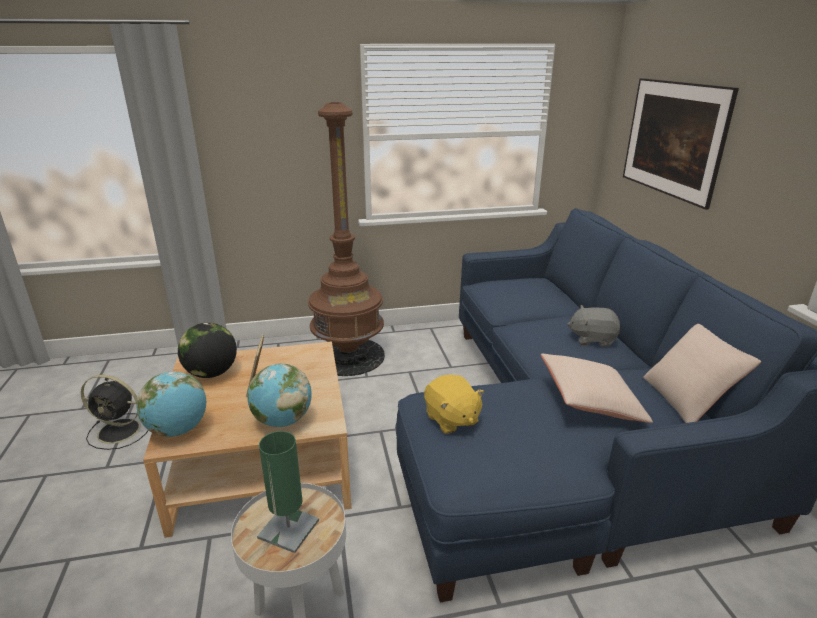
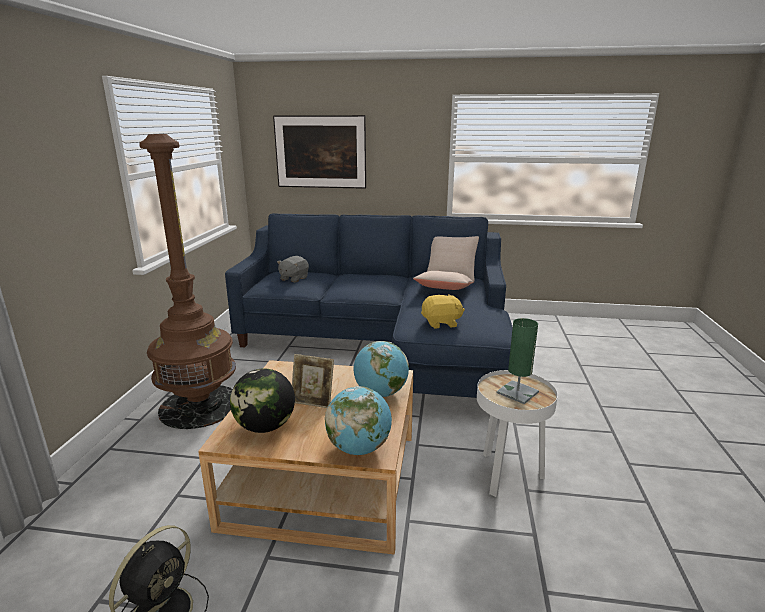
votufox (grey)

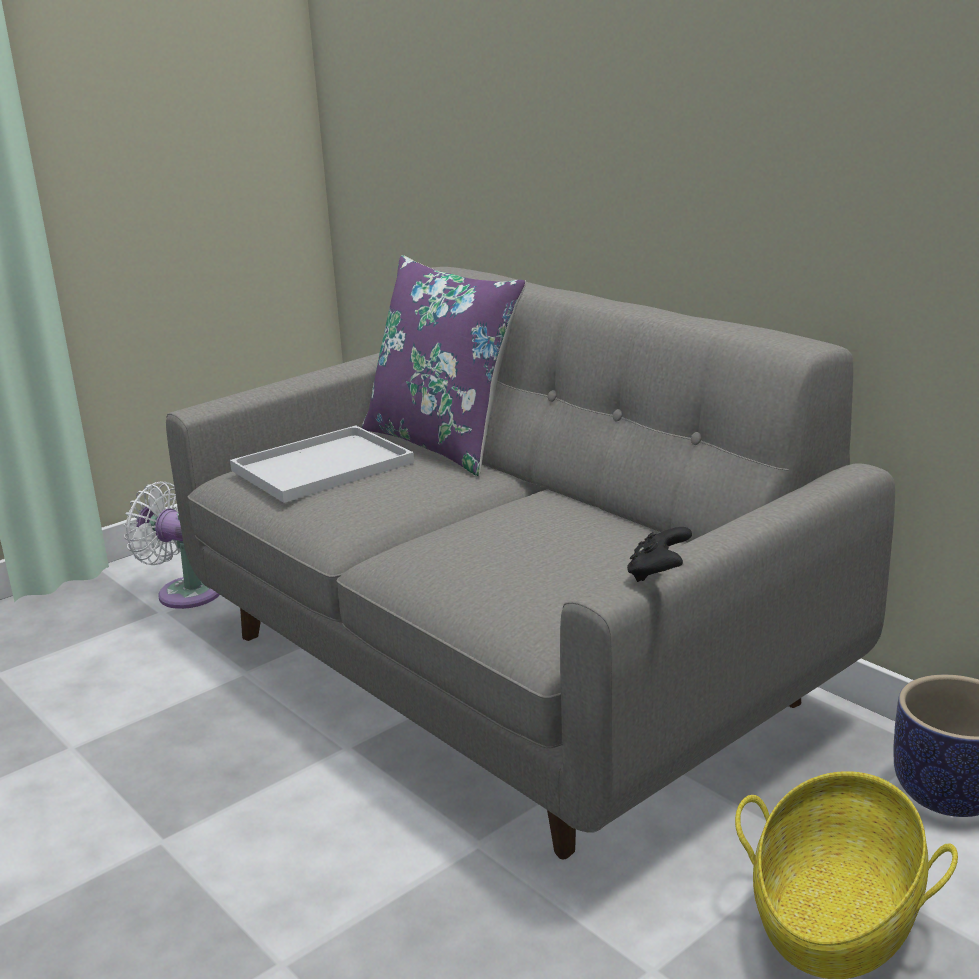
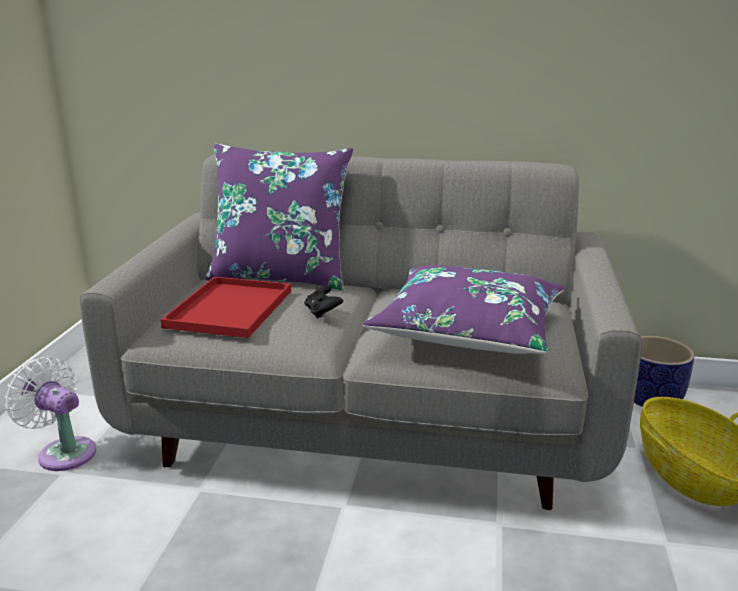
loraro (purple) (2nd from left)
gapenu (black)
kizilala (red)
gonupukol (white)

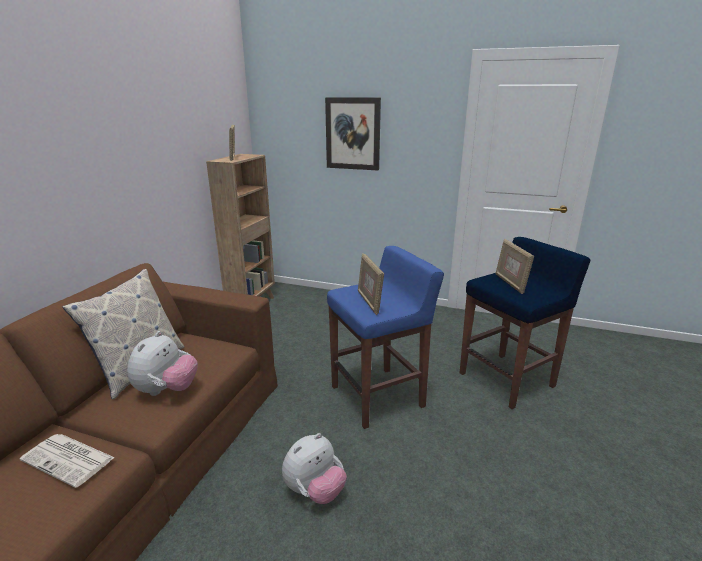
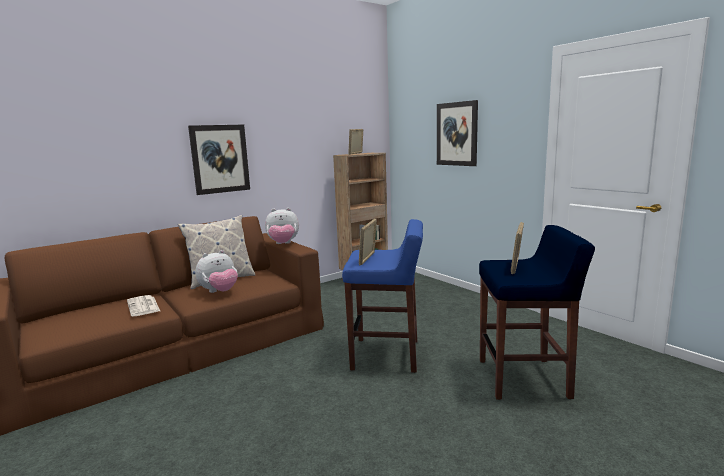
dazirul (1st from left)
votufox (2nd from left)

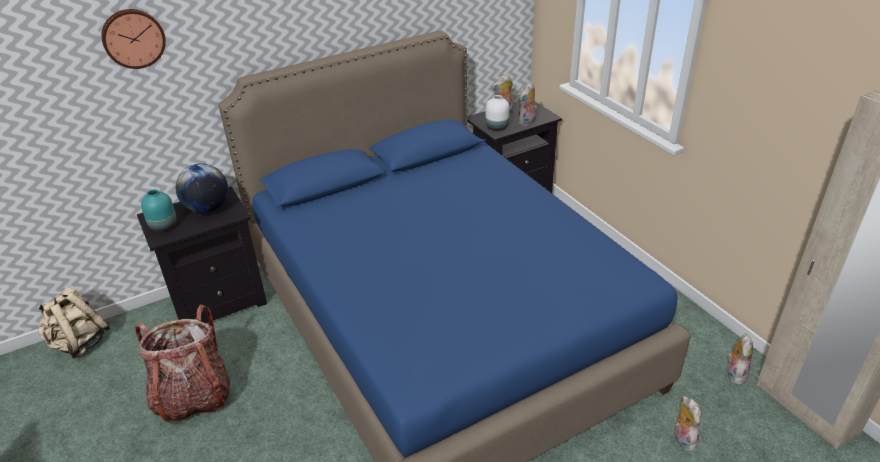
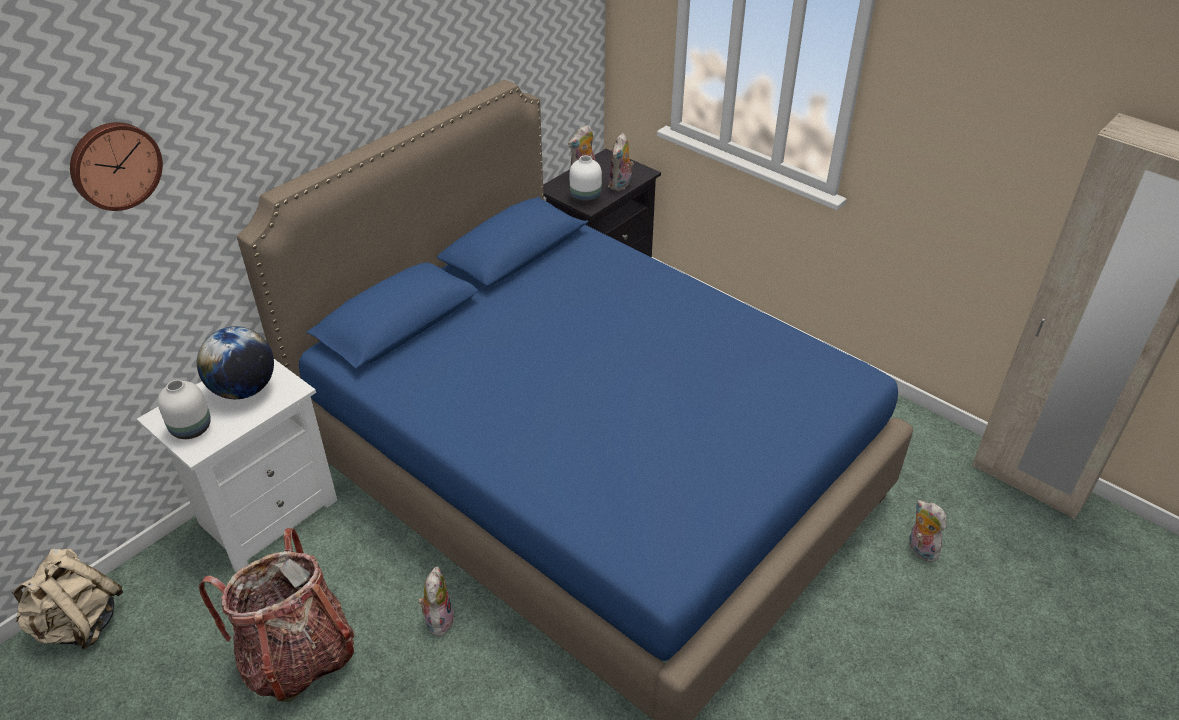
votufox (1st from left)
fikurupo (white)
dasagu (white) (1st from left)

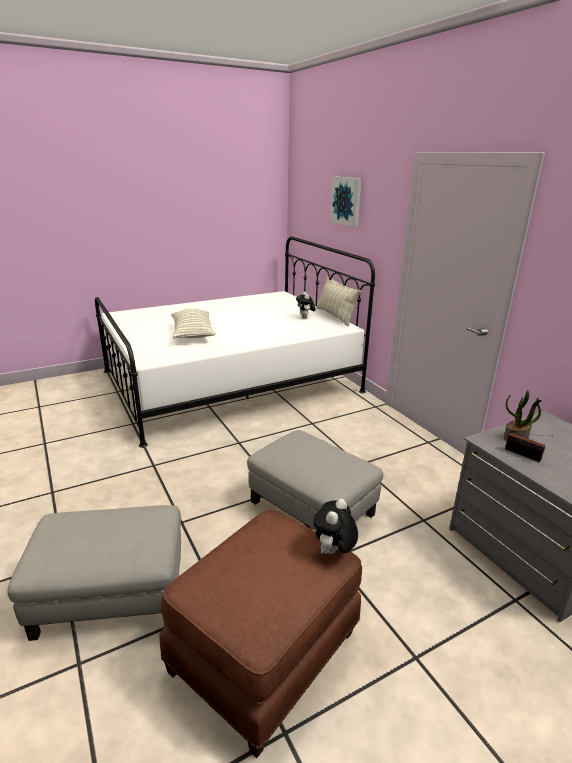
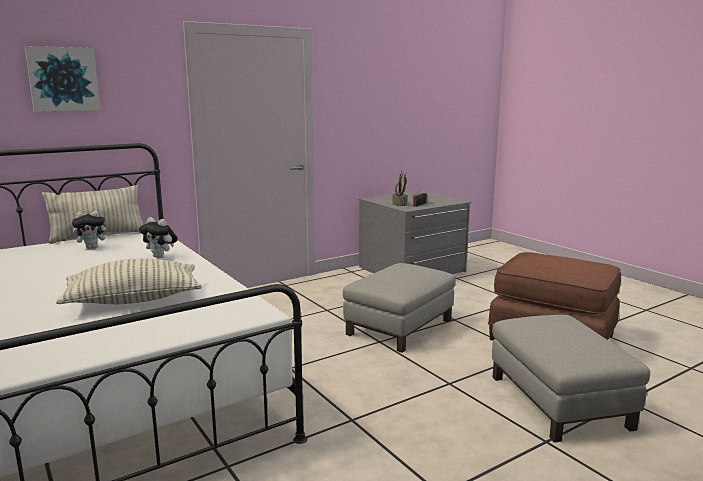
votufox (2nd from left)

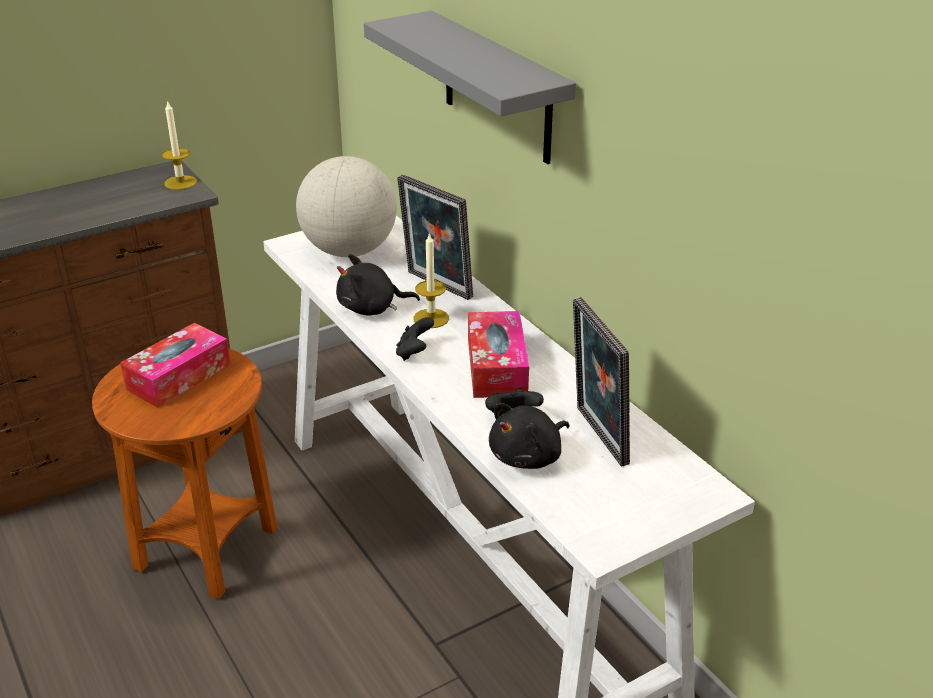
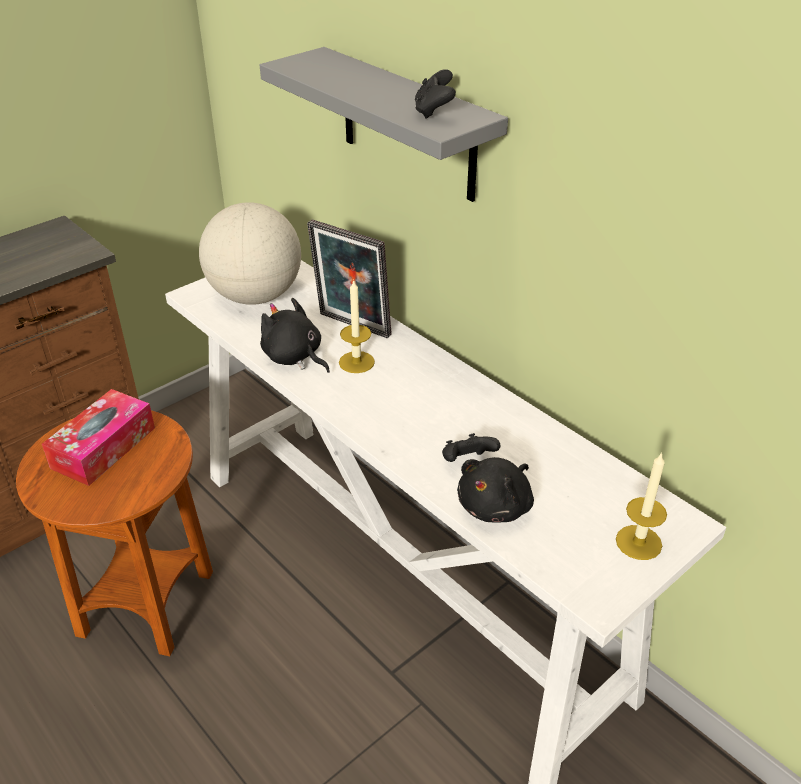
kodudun (2nd from left in the first image)
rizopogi (2nd from left in the first image)
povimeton (2nd from left)
gapenu (black) (1st from left)
votufox (black) (1st from left)

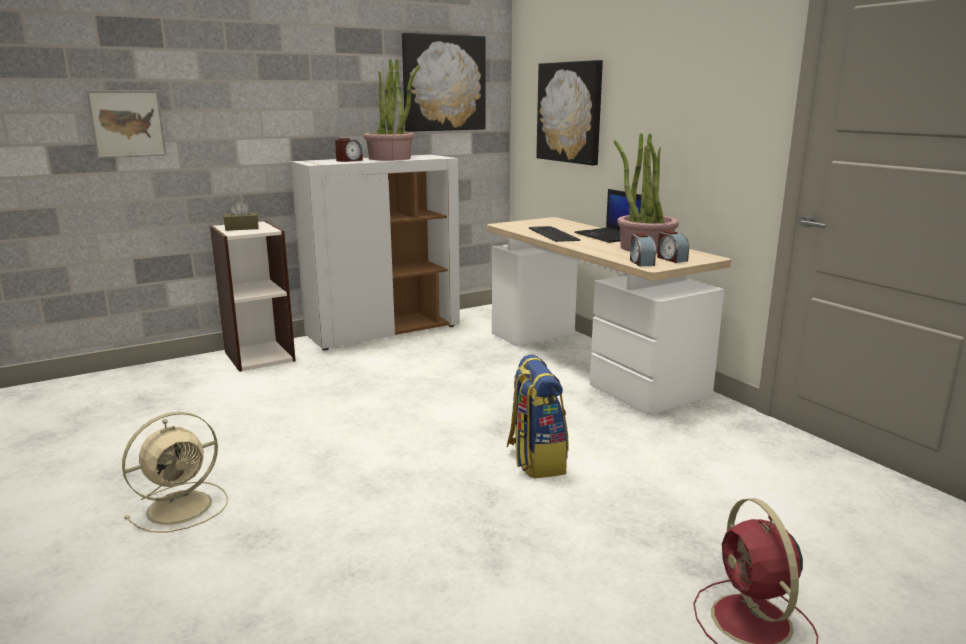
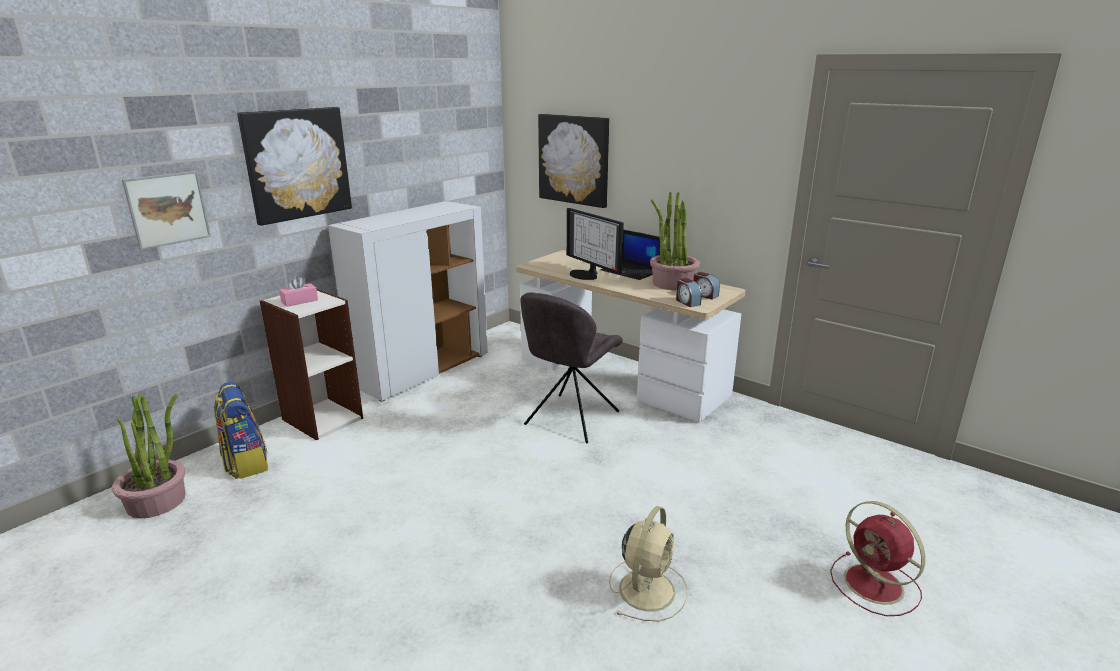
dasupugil (1st from left in the first image)
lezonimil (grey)
gonupukol (beige)
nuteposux (1st from left)
dazirul (2nd from left)
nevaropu
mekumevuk
kodudun (pink)

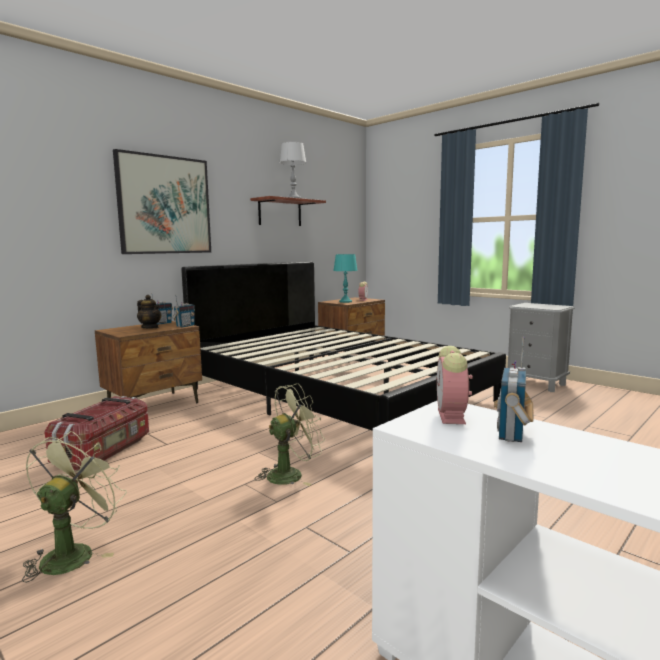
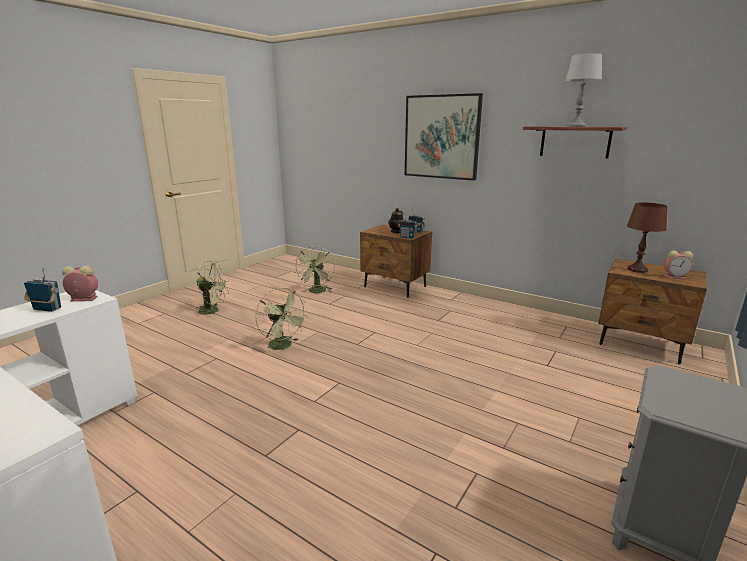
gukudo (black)
gonupukol (green) (3rd from left)
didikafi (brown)

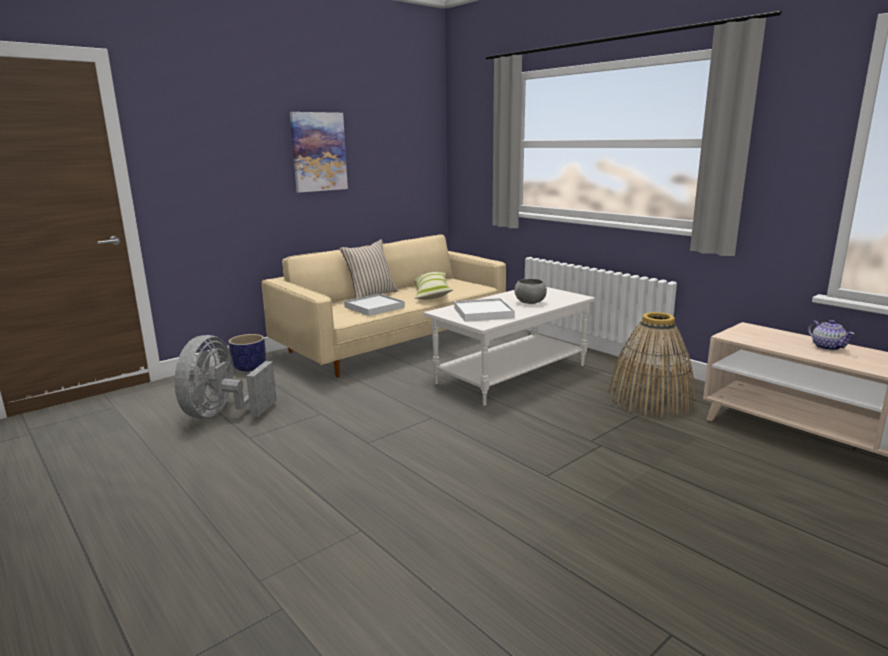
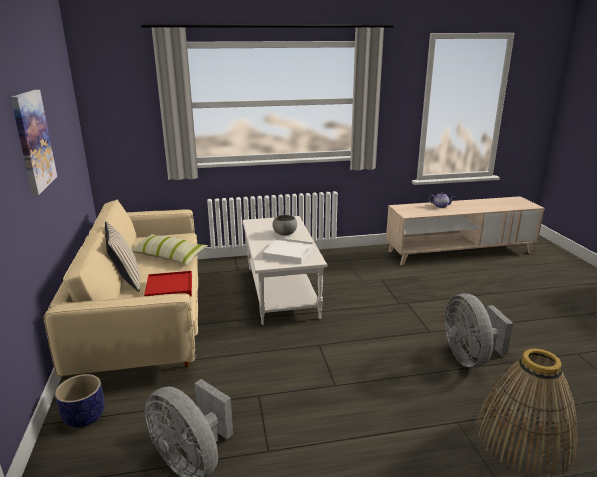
gonupukol (grey) (2nd from left)
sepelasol
kizilala (red)

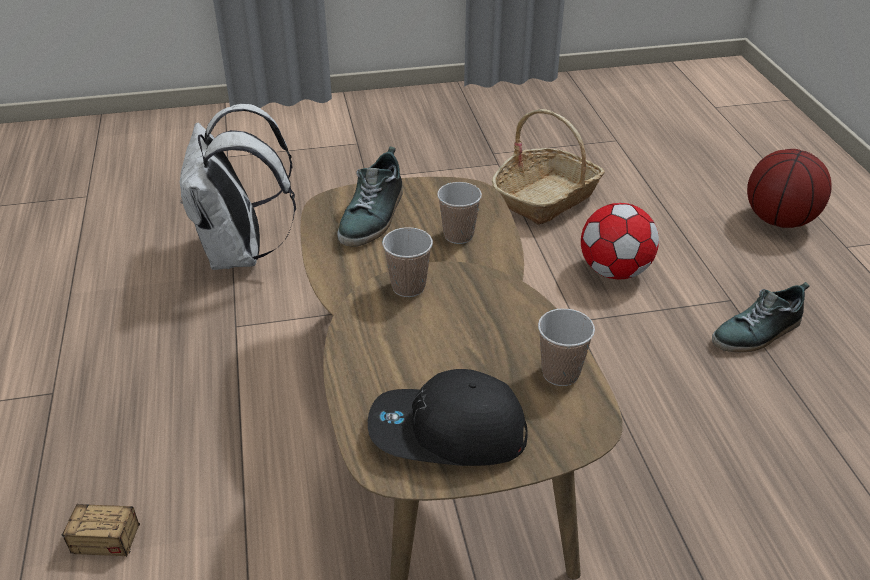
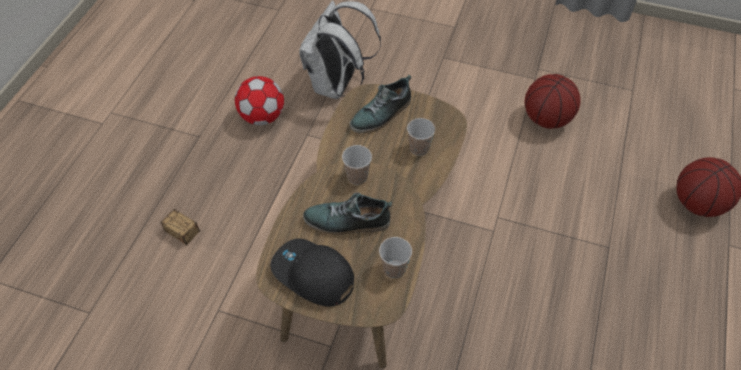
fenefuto
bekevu (1st from left)
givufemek (1st from left)

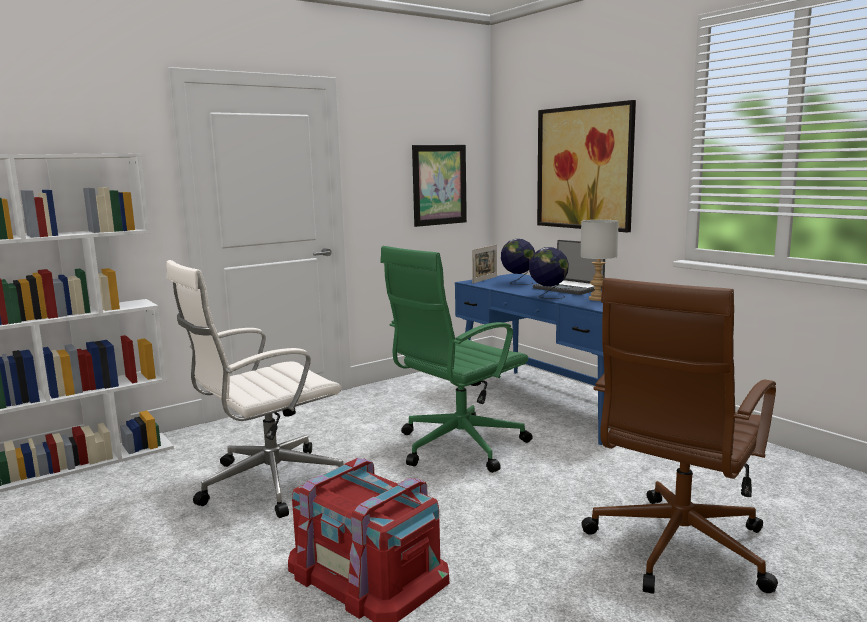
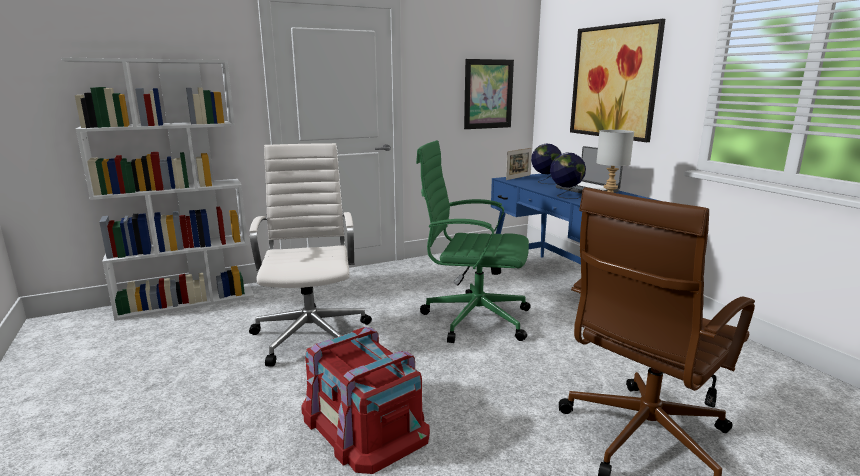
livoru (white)
livoru (green)

